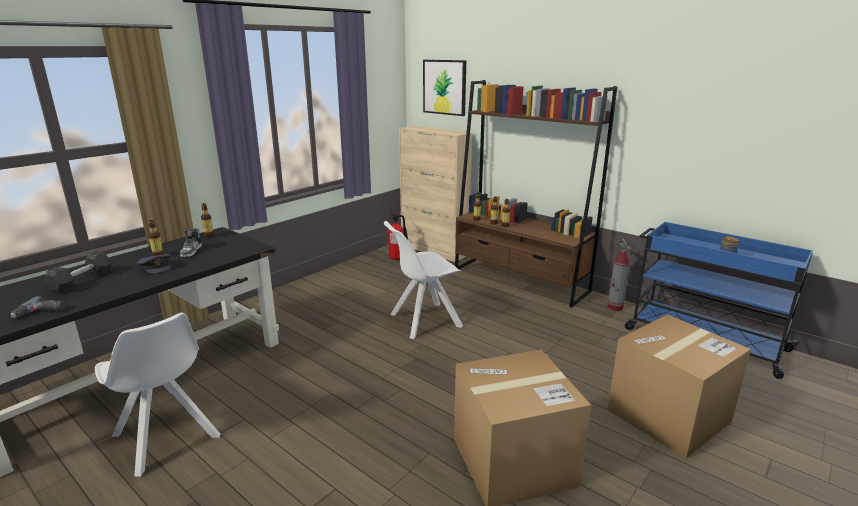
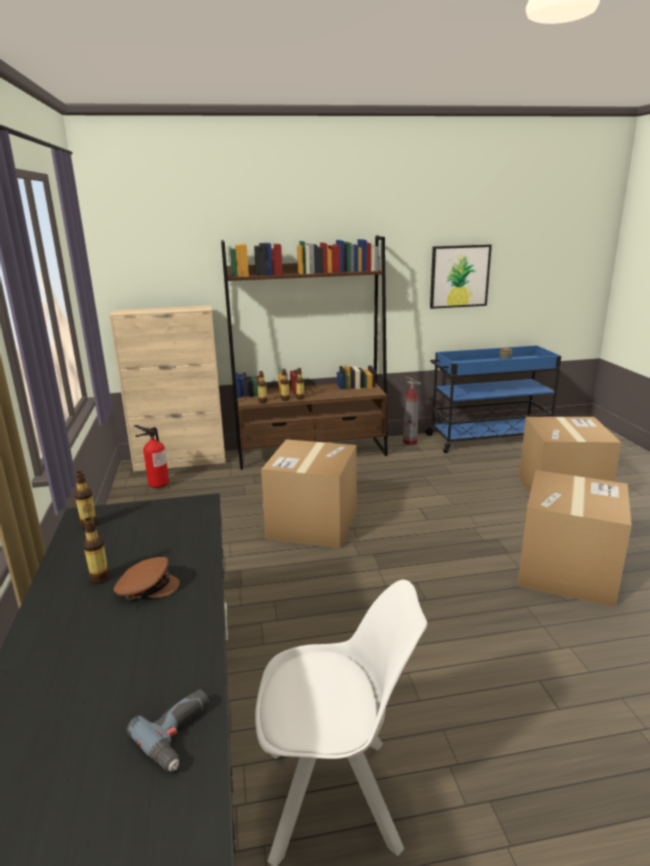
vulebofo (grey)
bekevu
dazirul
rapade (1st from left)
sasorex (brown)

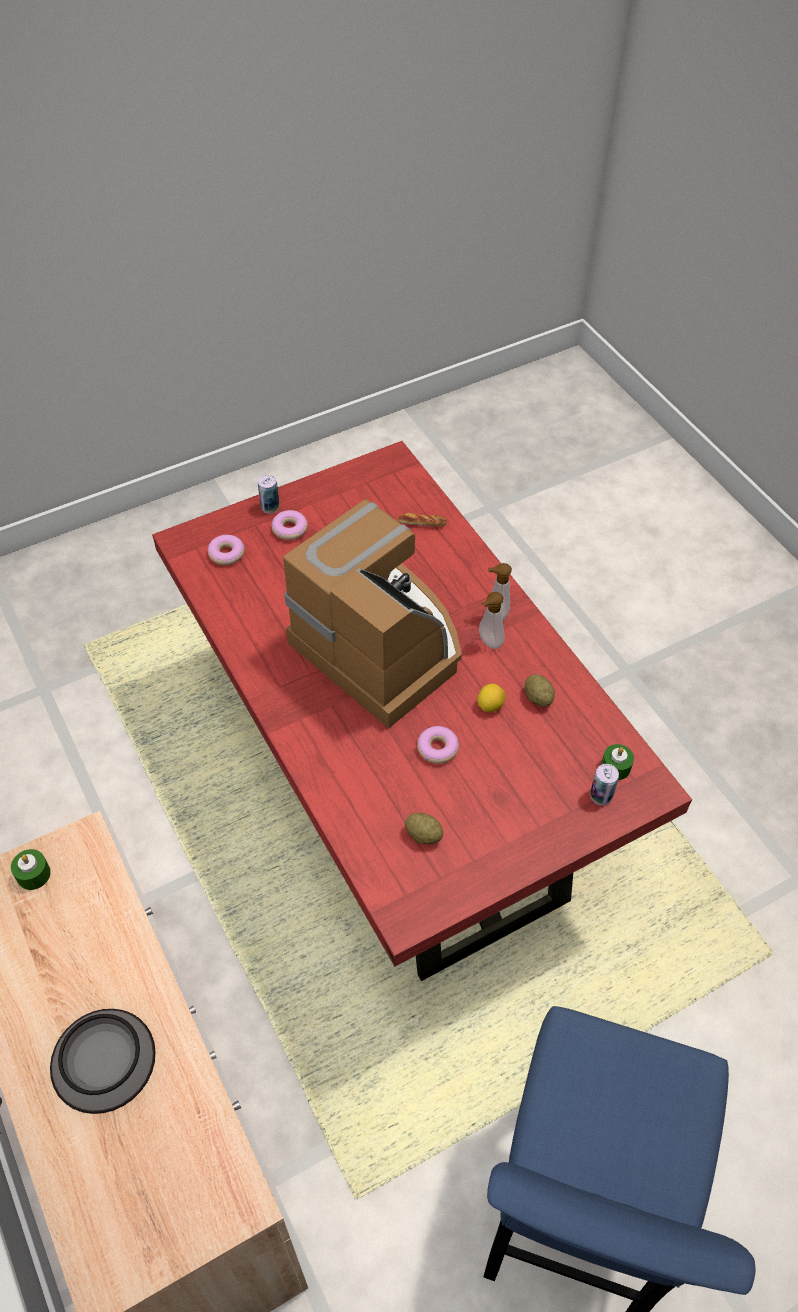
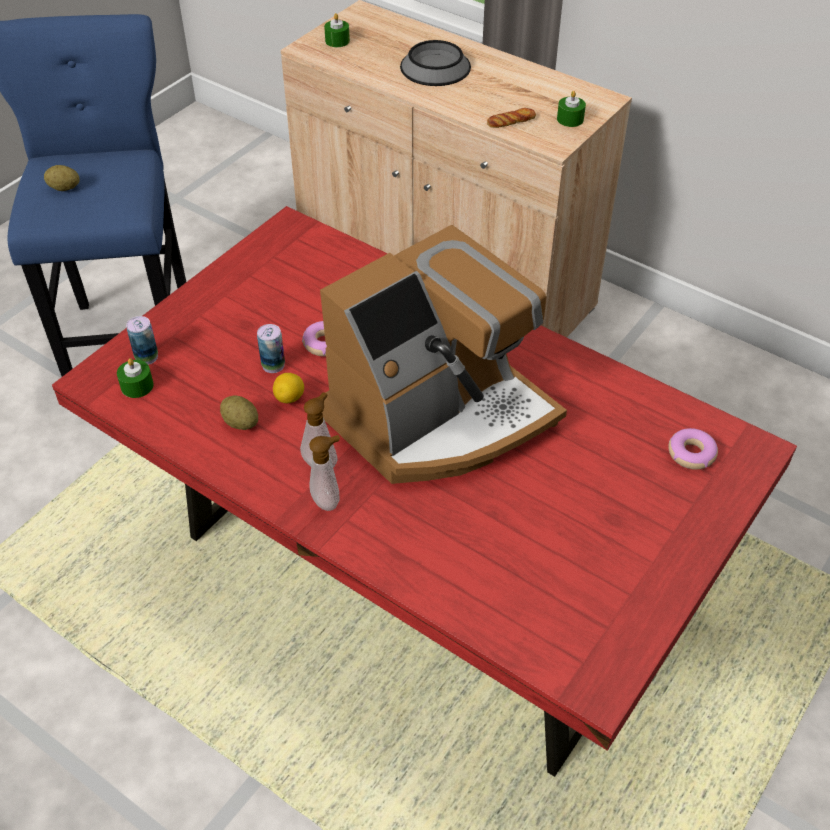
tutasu (2nd from left in the first image)
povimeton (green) (2nd from left)
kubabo (2nd from left)
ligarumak
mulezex (1st from left)
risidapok

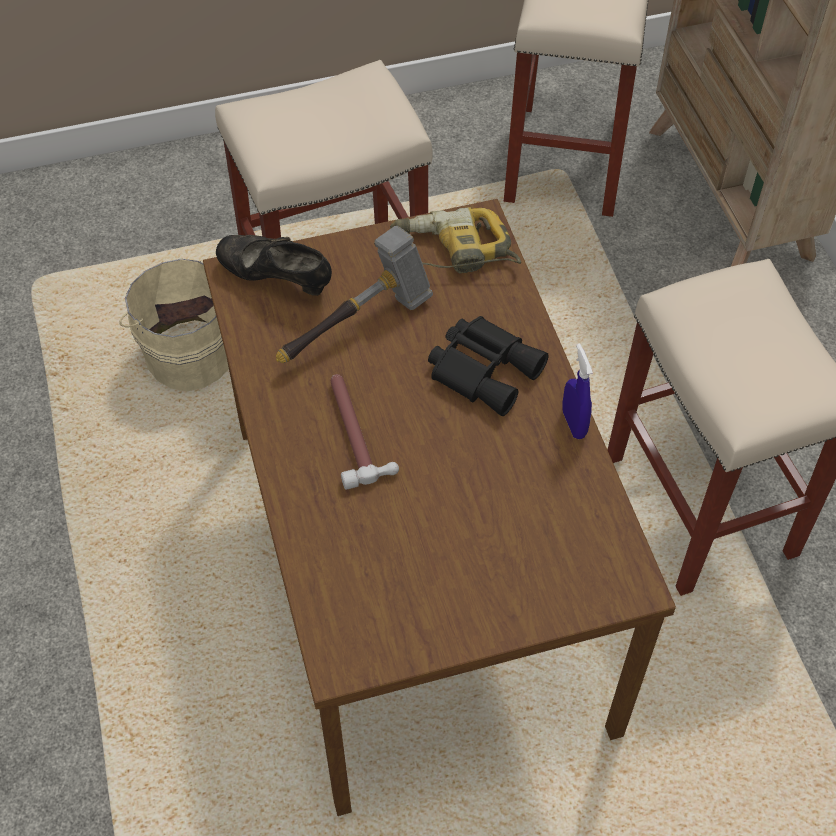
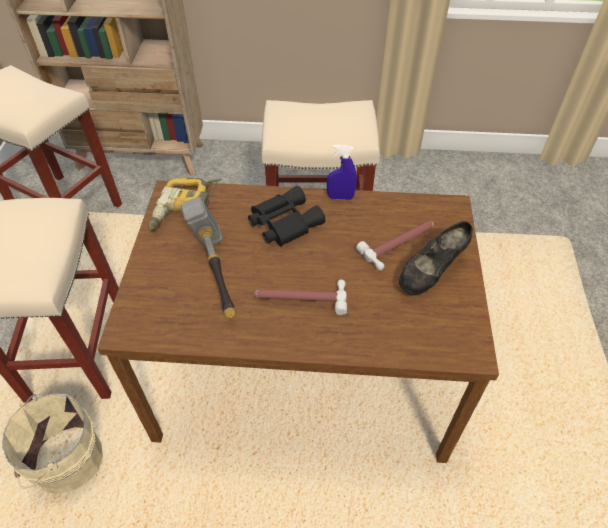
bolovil (3rd from left)
bekevu (black)

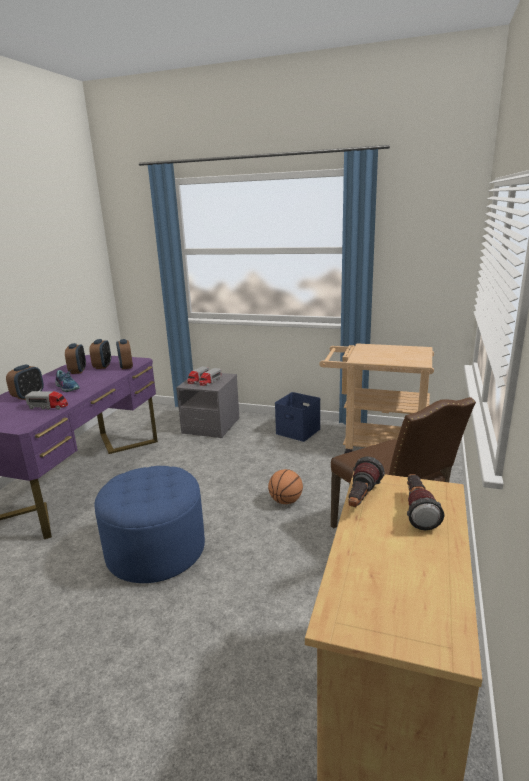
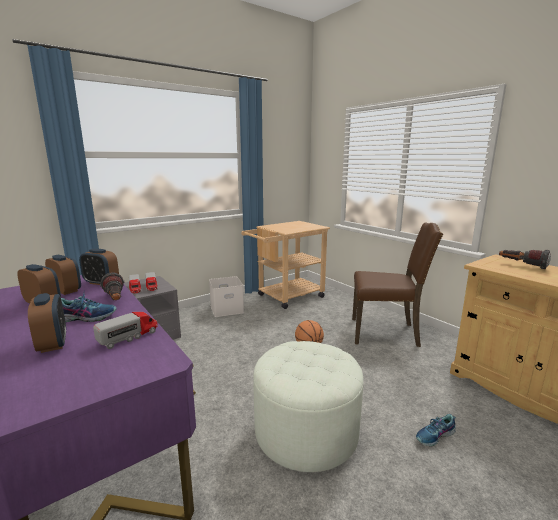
bekevu (2nd from left)
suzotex (1st from left)
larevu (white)
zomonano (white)

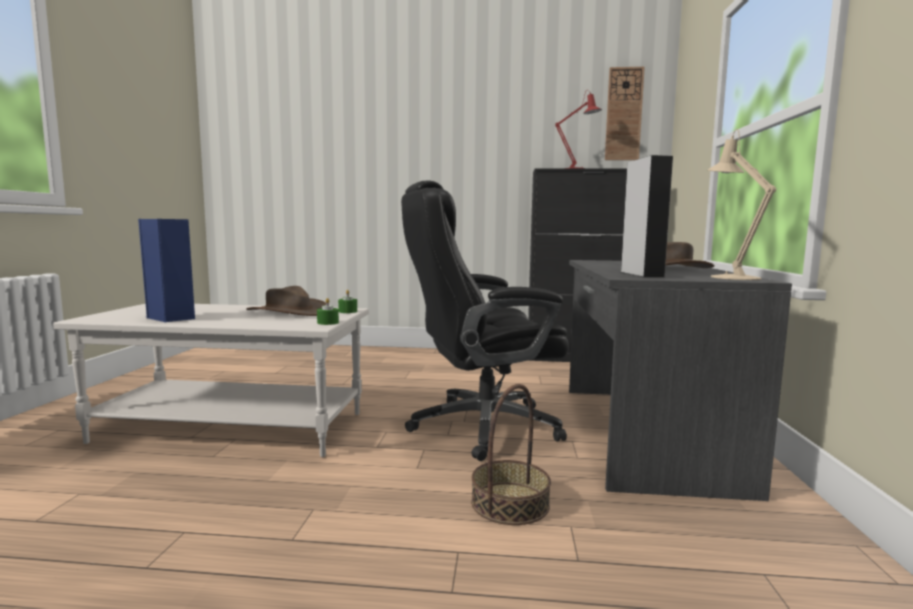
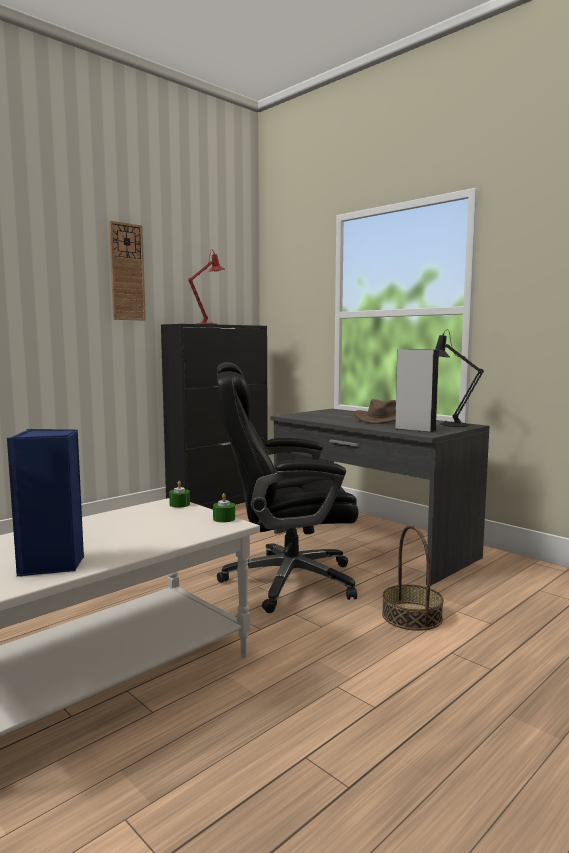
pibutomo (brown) (1st from left in the first image)
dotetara
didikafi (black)
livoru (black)

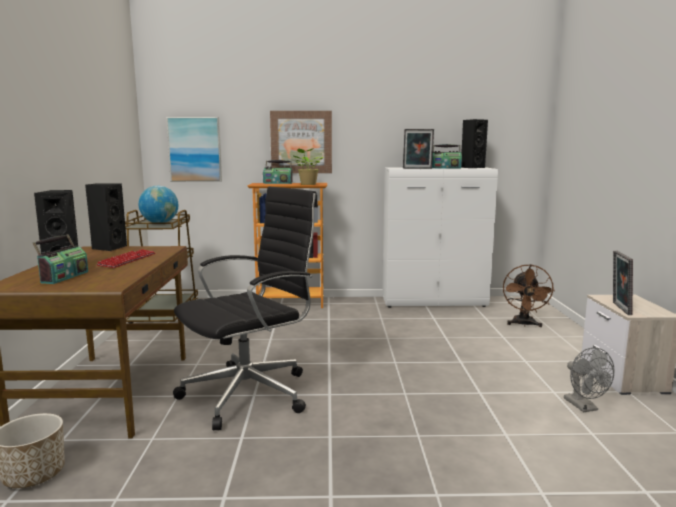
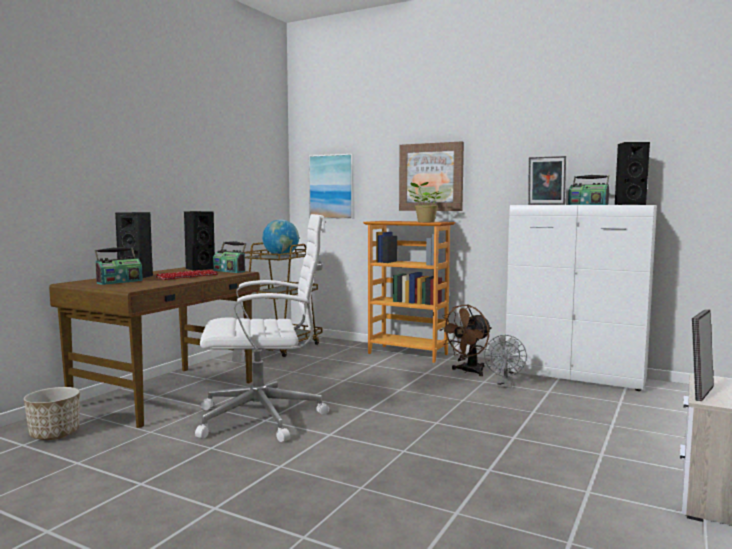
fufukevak (2nd from left)
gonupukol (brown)
gonupukol (grey)
livoru (white)

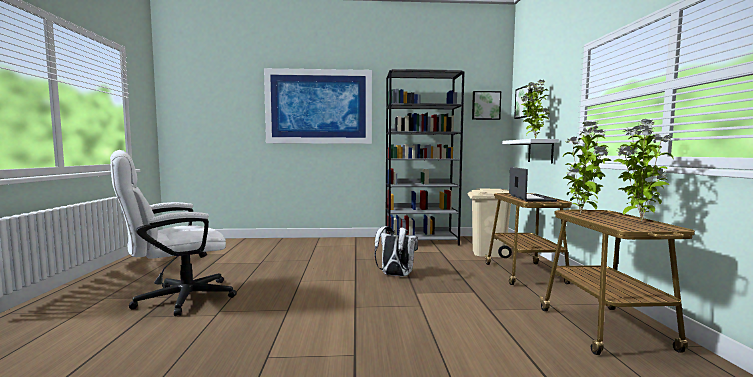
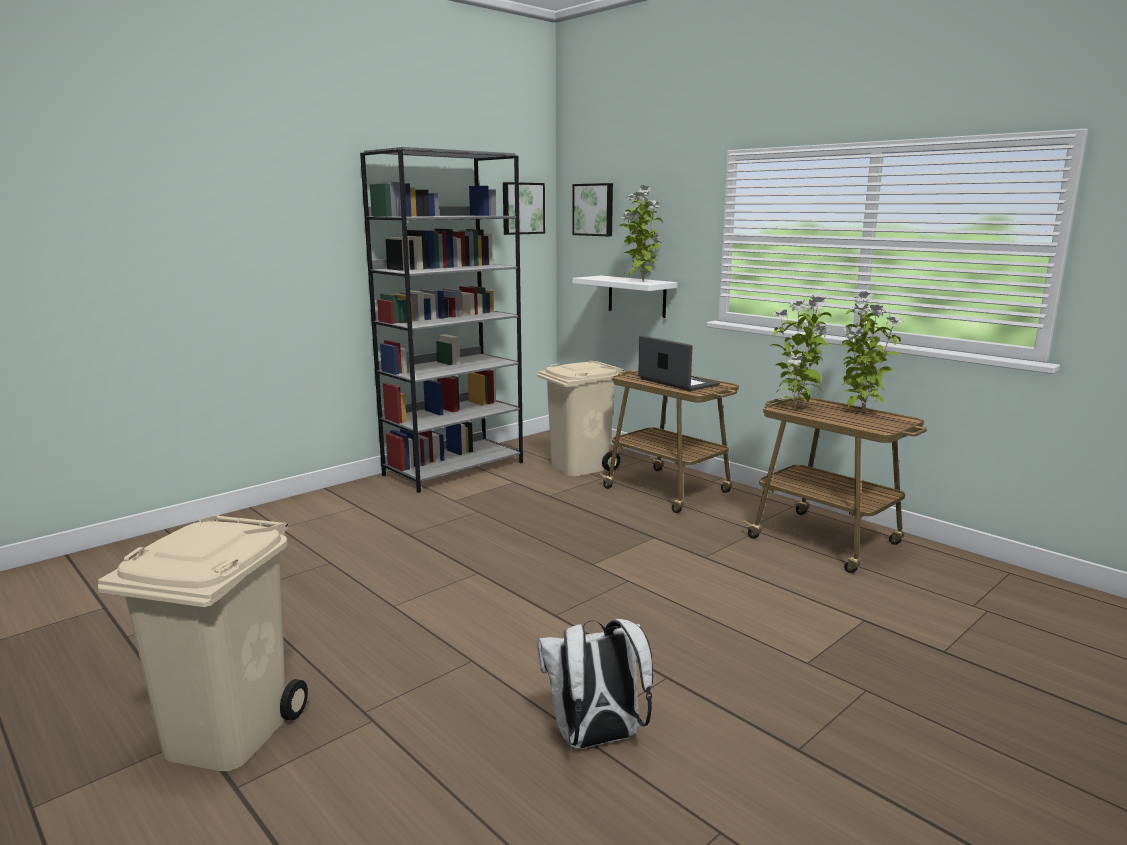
dazirul (1st from left in the first image)
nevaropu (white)
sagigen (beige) (1st from left)

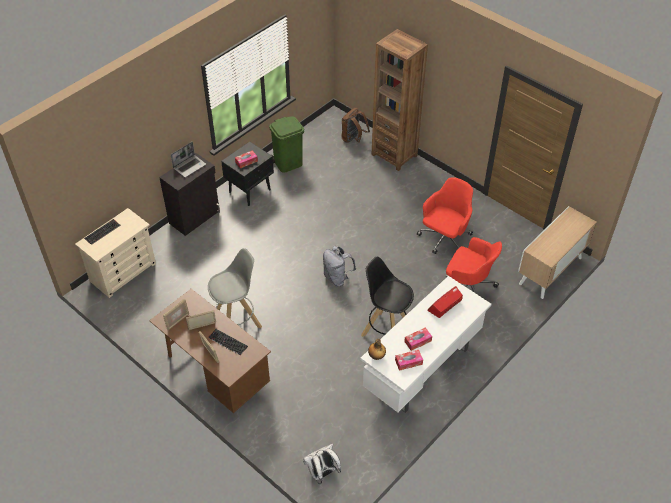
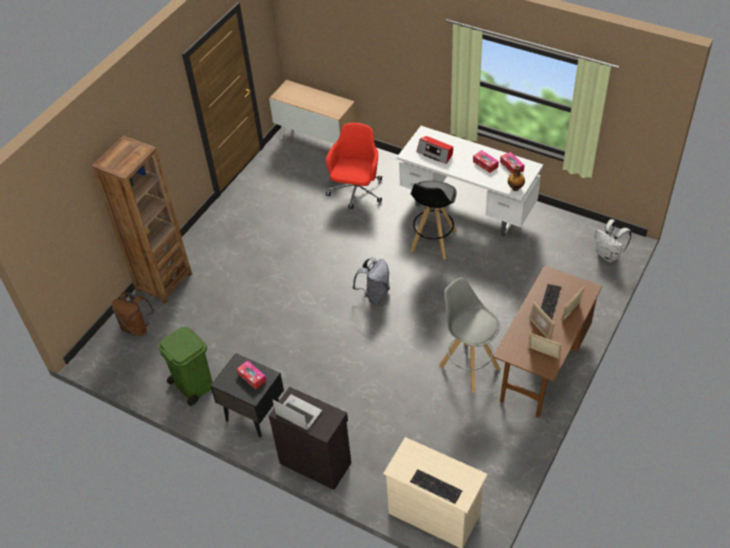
livoru (red) (1st from left in the first image)

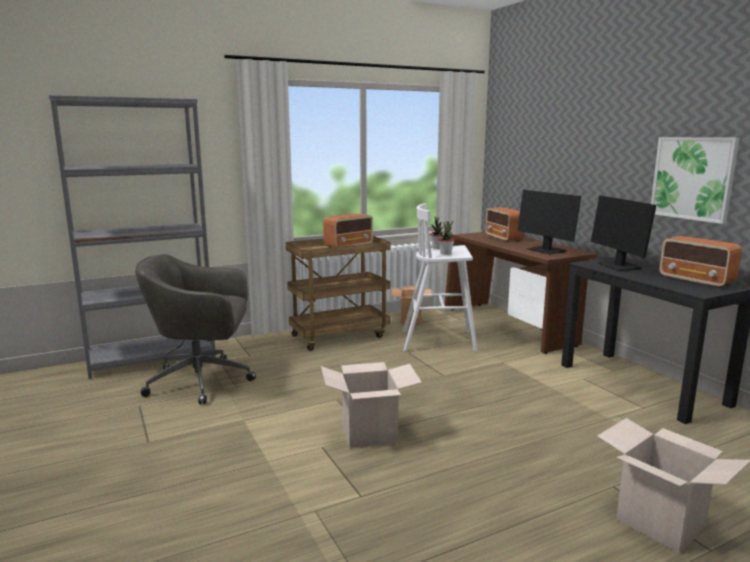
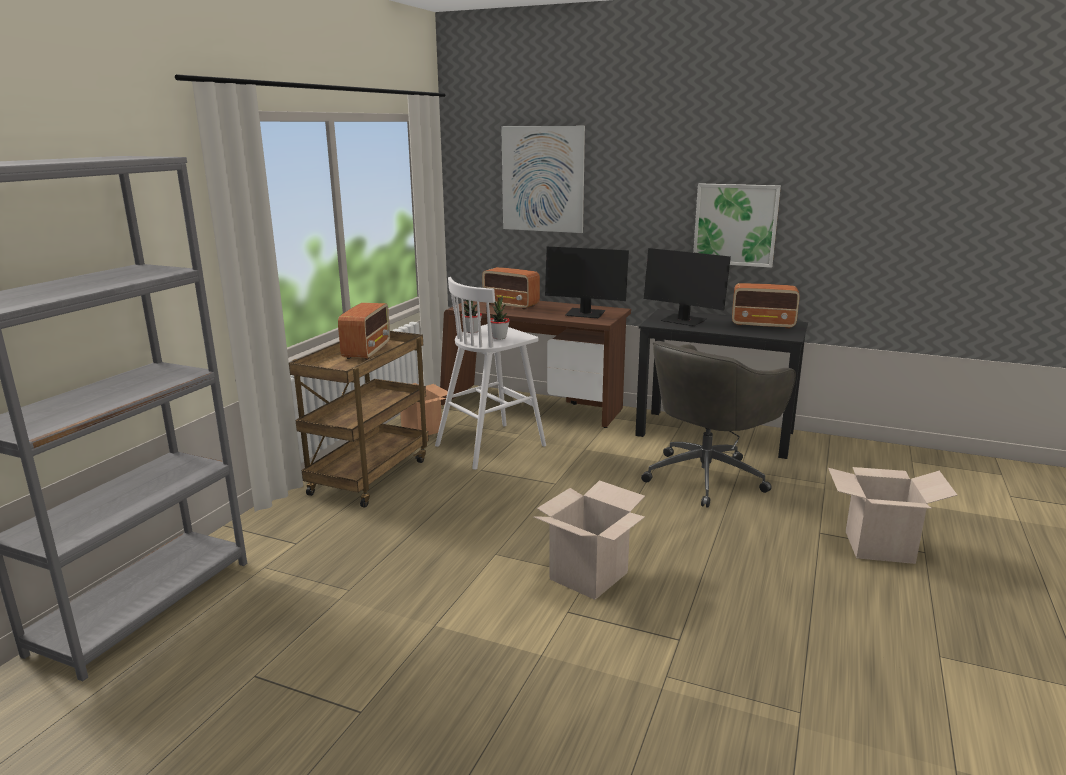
dazirul (1st from left)
livoru (grey)

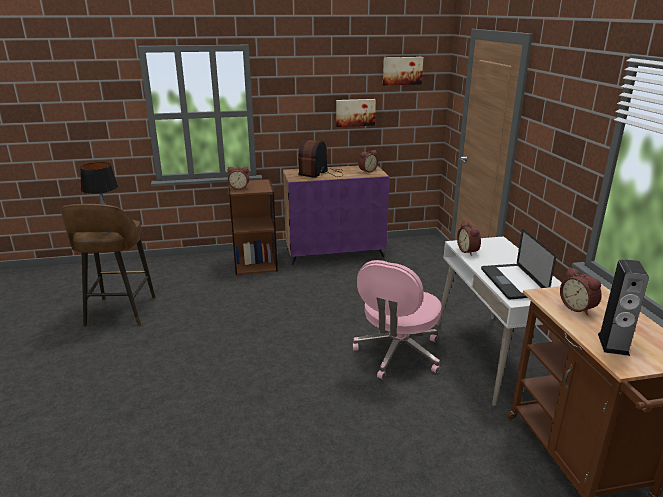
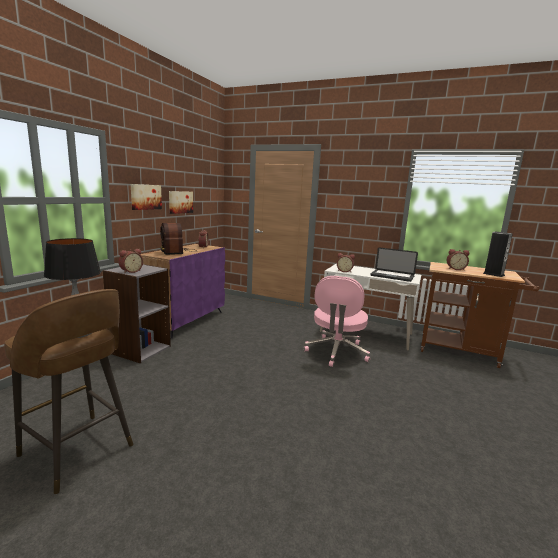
dazirul (1st from left)
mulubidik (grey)
livoru (pink)

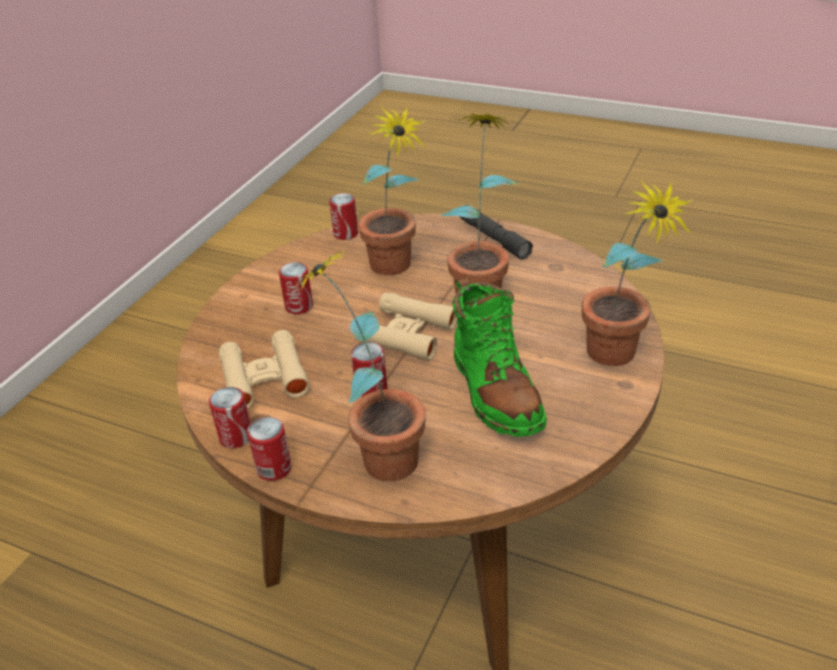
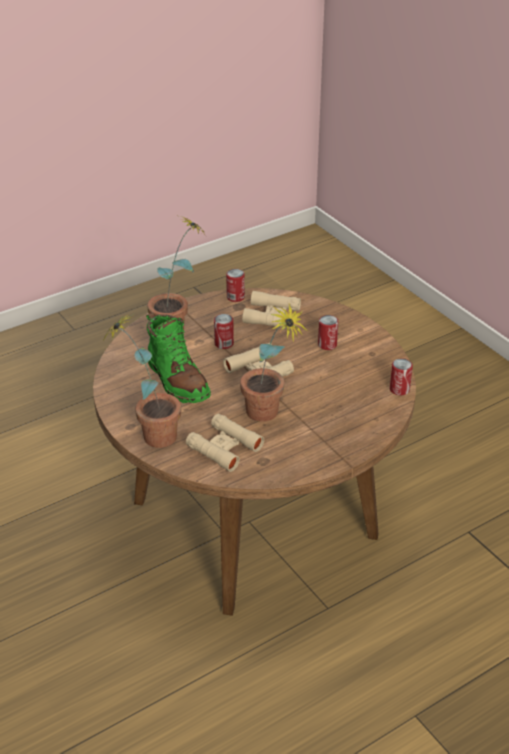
kubabo (2nd from left in the first image)
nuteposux (2nd from left in the first image)
suzotex (grey)
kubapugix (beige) (1st from left)
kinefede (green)

